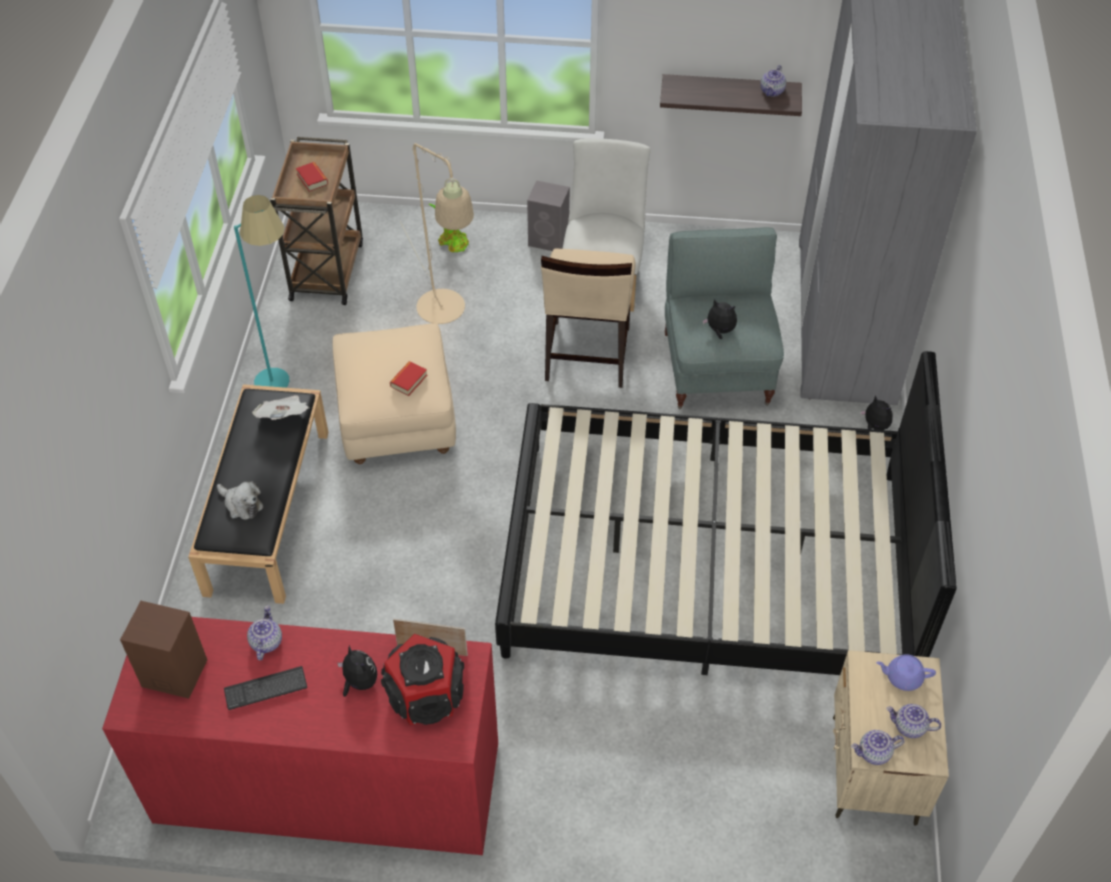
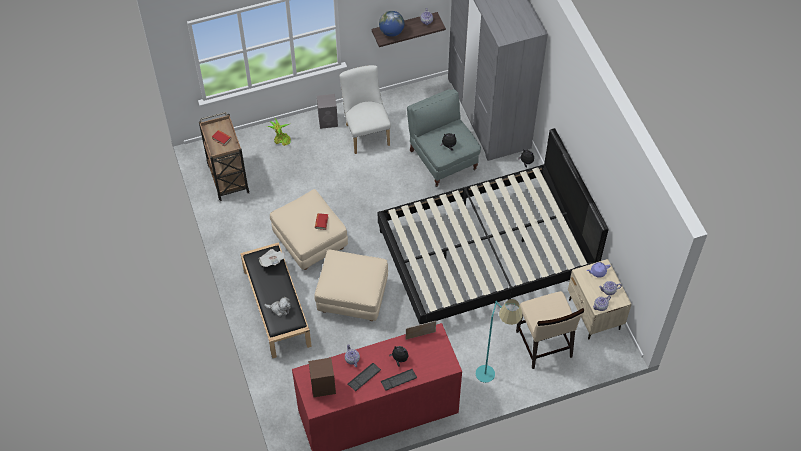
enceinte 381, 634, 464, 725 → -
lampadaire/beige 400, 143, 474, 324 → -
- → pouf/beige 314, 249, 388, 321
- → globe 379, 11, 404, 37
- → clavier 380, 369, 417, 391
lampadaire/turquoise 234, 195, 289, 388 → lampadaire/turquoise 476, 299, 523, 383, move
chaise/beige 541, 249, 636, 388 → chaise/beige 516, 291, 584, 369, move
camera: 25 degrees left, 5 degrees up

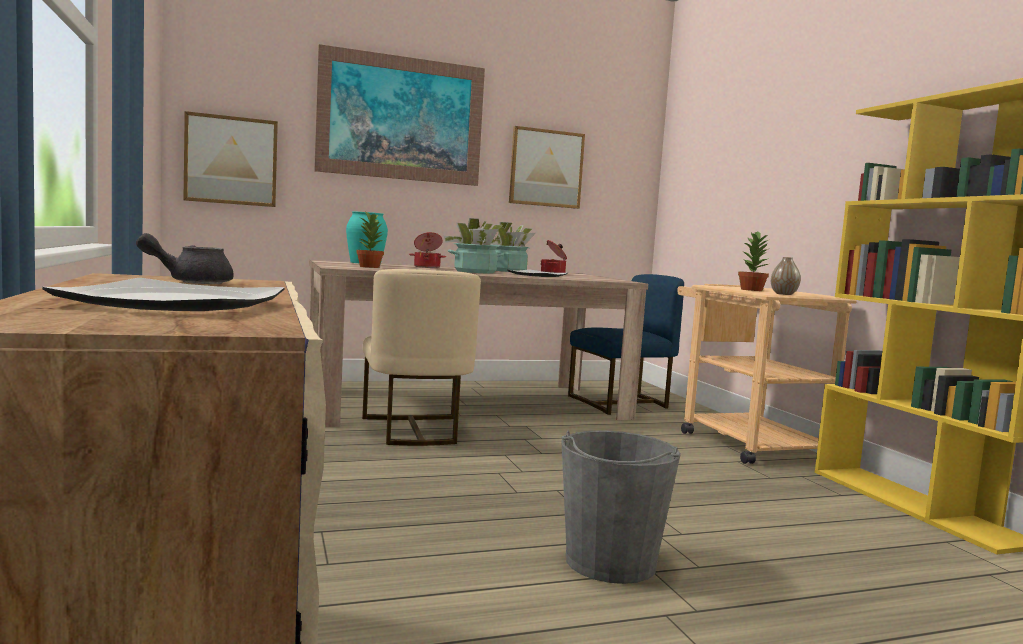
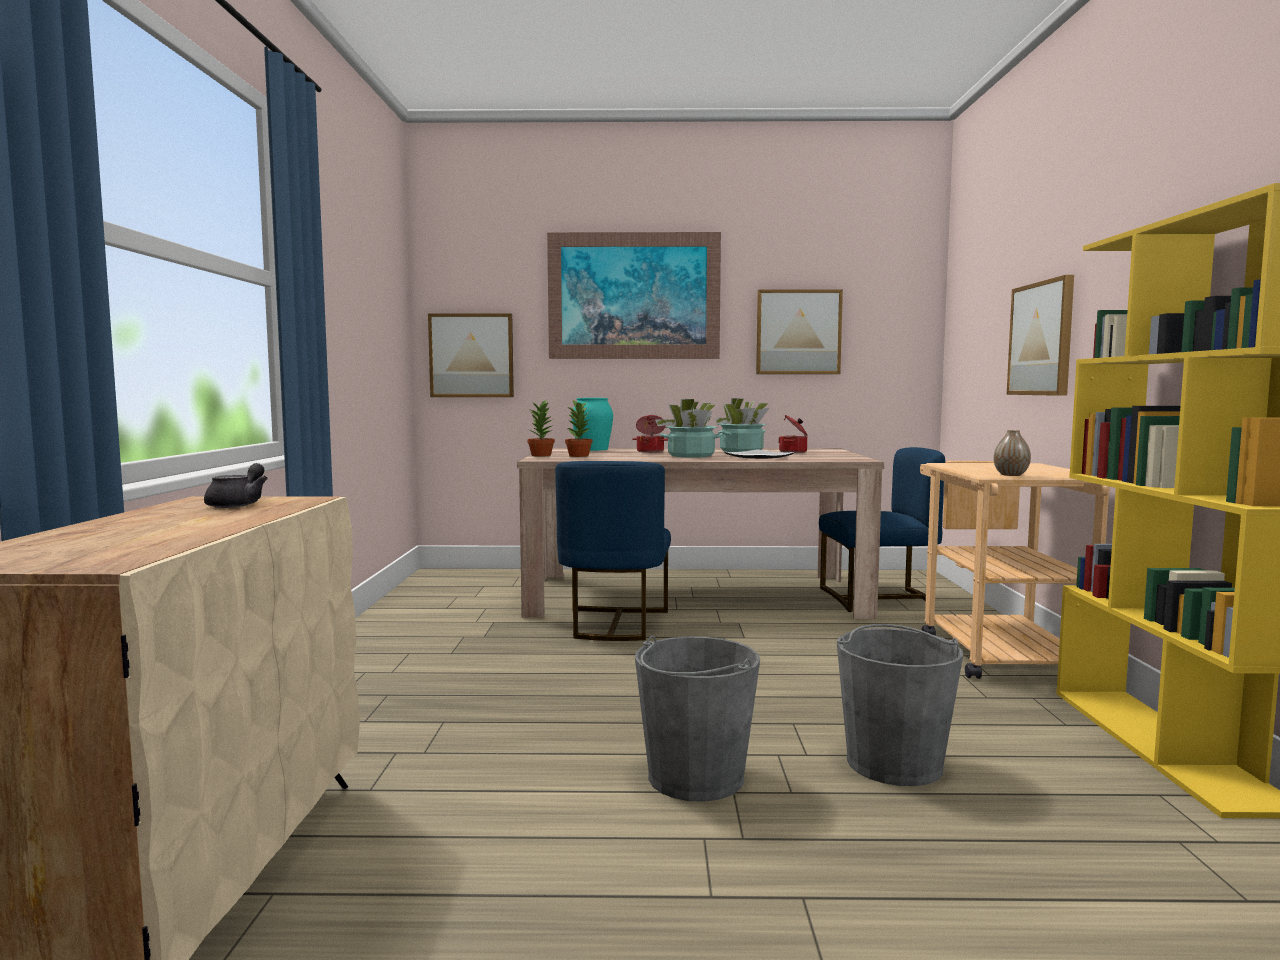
assiette 42, 278, 285, 311 → -
- → seau/gris 837, 624, 963, 786
- → tableau 1007, 275, 1074, 396
plante en pot 738, 231, 770, 291 → plante en pot 527, 399, 555, 457, move
chaise/beige 362, 269, 481, 446 → chaise/bleu 555, 461, 671, 641
théière/gris 136, 233, 234, 284 → théière/gris 204, 463, 268, 508, 105 degrees clockwise
camera: 20 degrees right, 0 degrees up

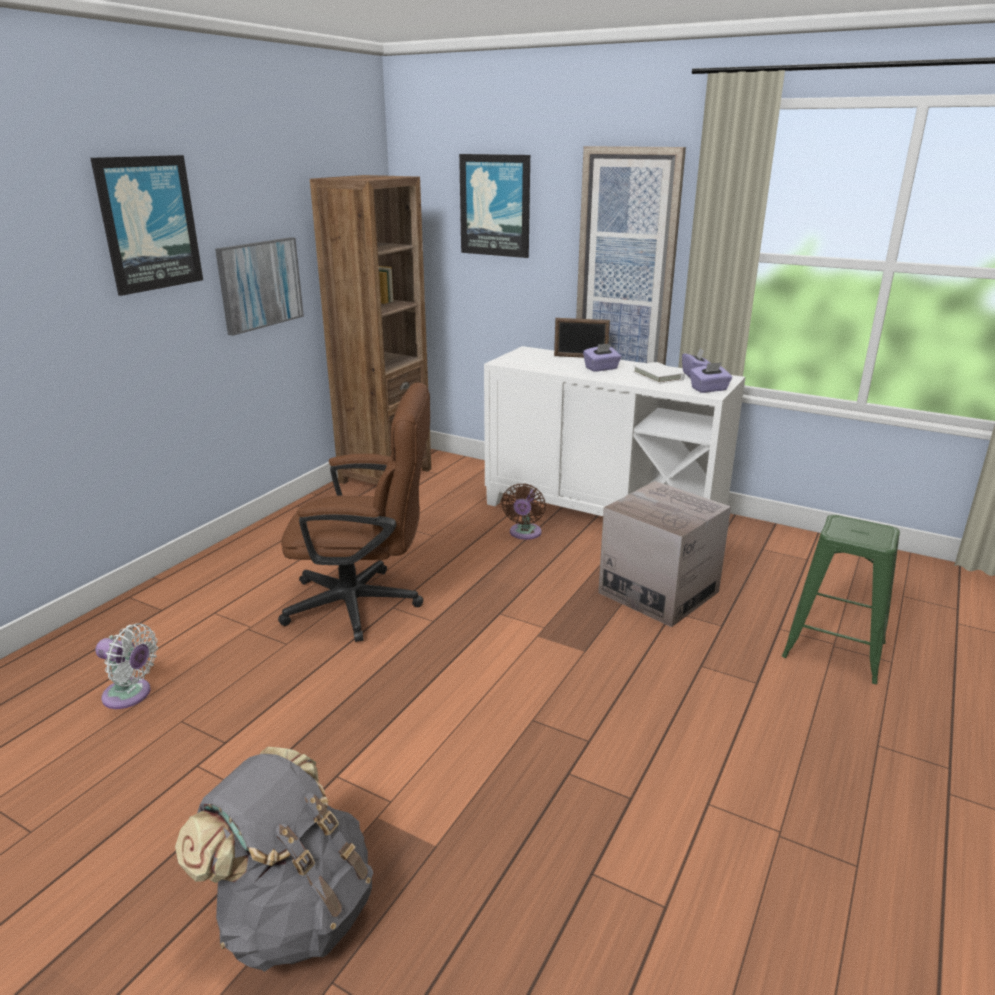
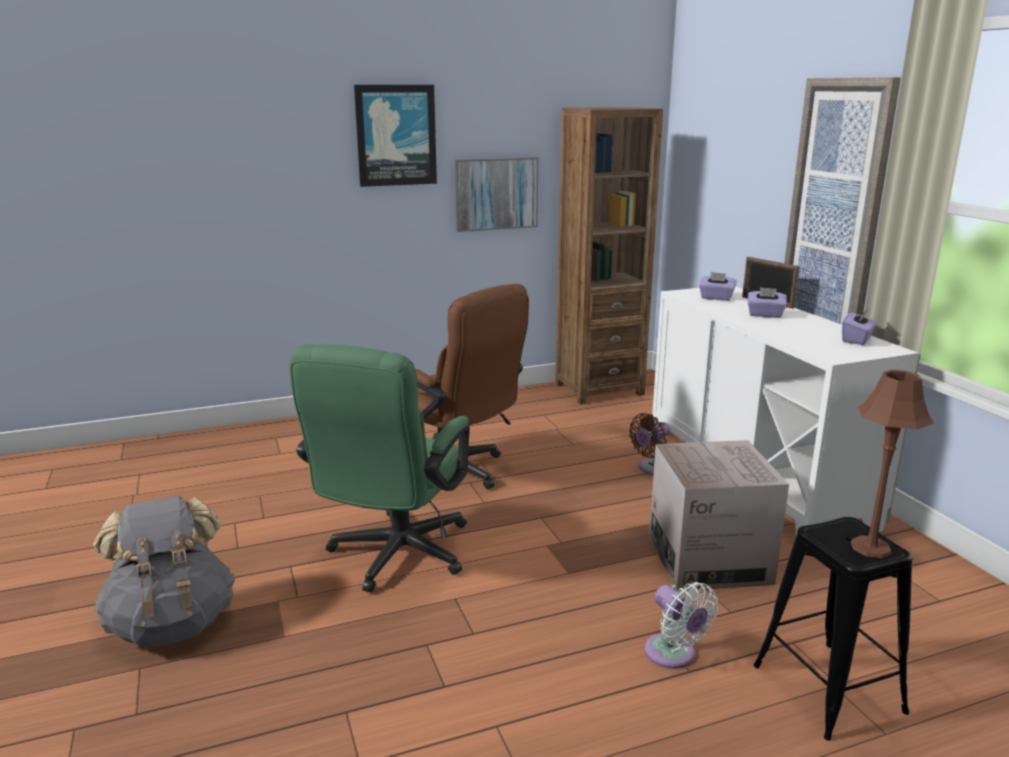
tableau 459, 154, 530, 258 → -
livre/blanc 632, 362, 685, 384 → -
- → chaise de bureau/vert 289, 344, 470, 592
- → lampe de table/marron 851, 370, 934, 558
ventilateur/blanc 95, 623, 158, 709 → ventilateur/blanc 645, 582, 718, 669, move
boîte à mouchoirs/violet 690, 362, 732, 393 → boîte à mouchoirs/violet 699, 272, 737, 301, move
tabouret/vert 782, 515, 900, 684 → tabouret/noir 754, 517, 912, 741
camera: 40 degrees right, 5 degrees down

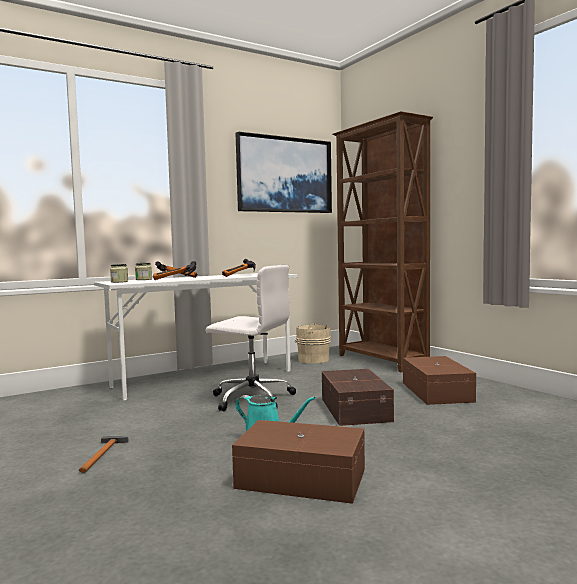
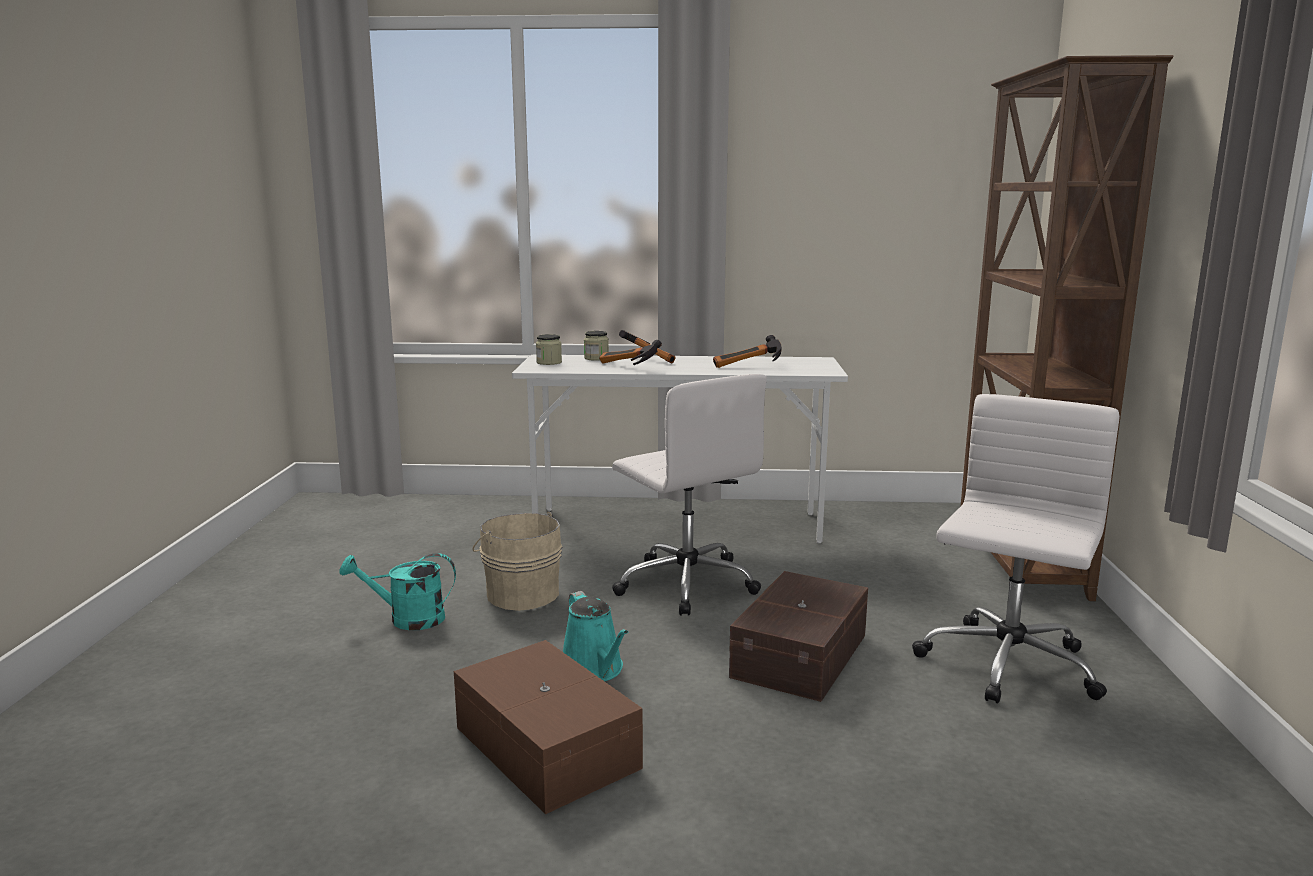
tableau 236, 132, 332, 213 → -
seau/beige 295, 322, 331, 363 → seau/beige 472, 511, 562, 611, move
marteau 79, 436, 129, 473 → arrosoir/turquoise 340, 553, 456, 630
boîte de rangement/marron 403, 356, 476, 405 → chaise de bureau/blanc 912, 394, 1120, 704
camera: 35 degrees right, 10 degrees up

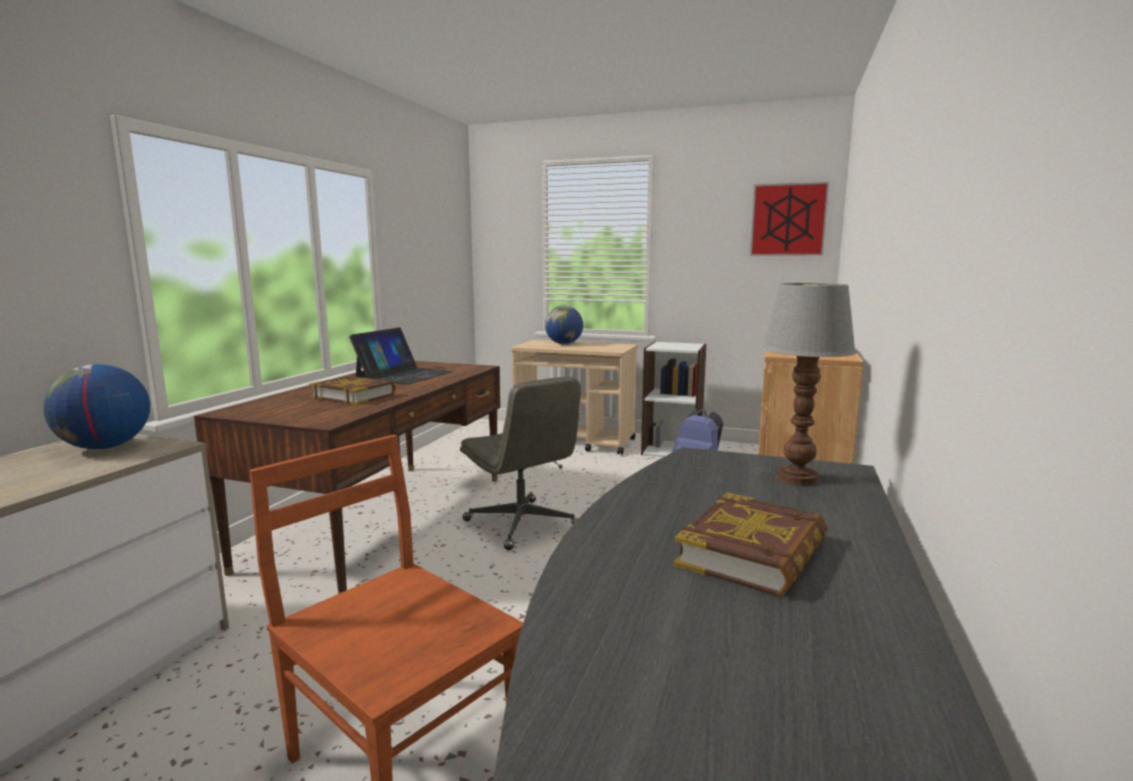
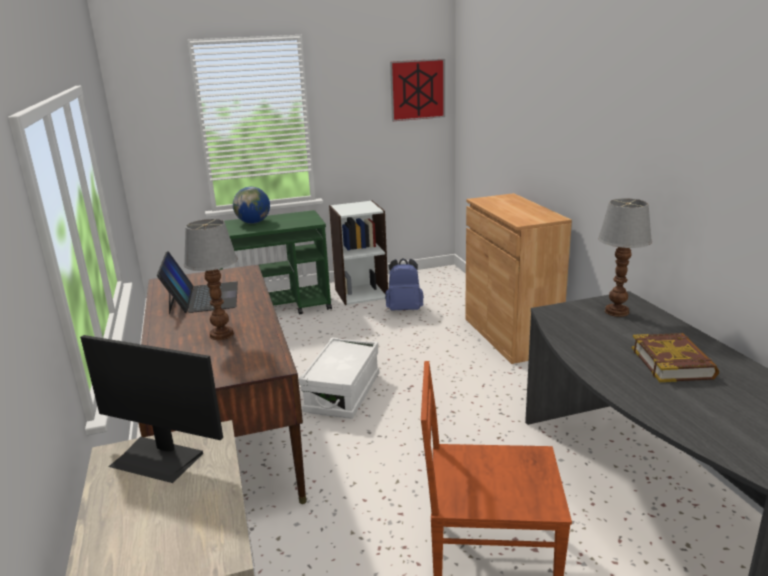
globe 43, 364, 150, 449 → écran d'ordinateur 80, 335, 223, 483
livre 309, 376, 396, 405 → lampe de table 184, 219, 238, 340
chaise de bureau/gris 460, 377, 581, 550 → boîte de rangement/blanc 299, 338, 379, 419
chariot/beige 511, 340, 638, 455 → chariot/vert 219, 210, 332, 314
camera: 35 degrees left, 10 degrees up

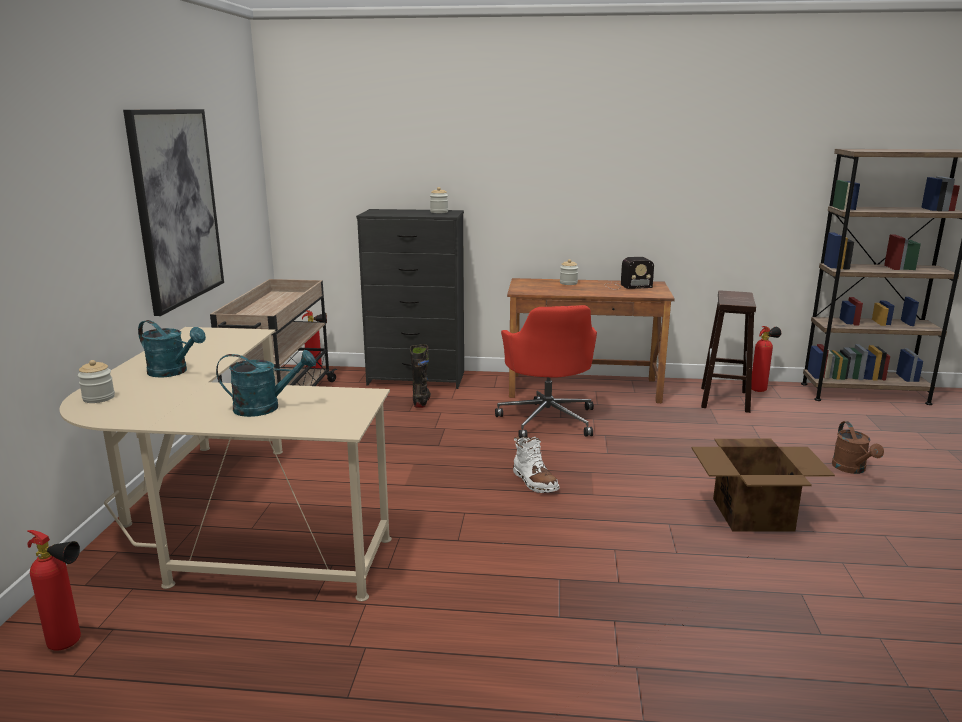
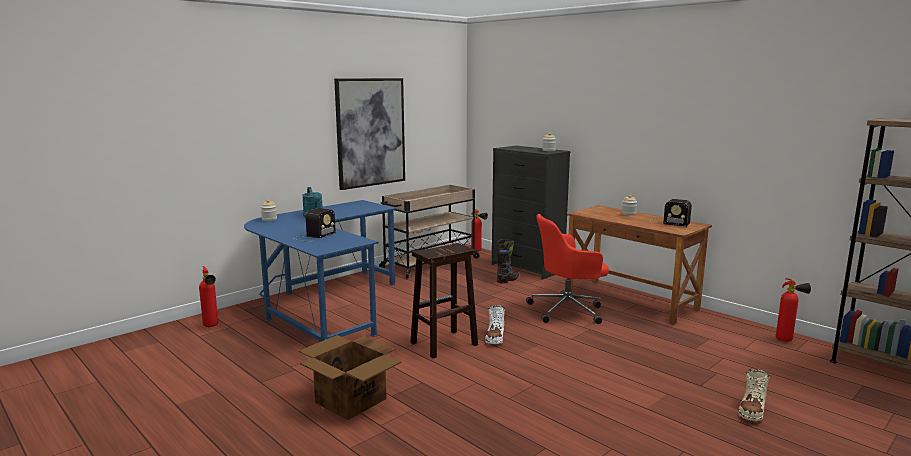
carton 692, 439, 835, 532 → carton 299, 335, 402, 420, move
tabouret/marron 701, 290, 756, 413 → tabouret/marron 410, 243, 478, 358, move
arrosoir/turquoise 216, 350, 316, 417 → radio 293, 208, 336, 241
arrosoir/marron 832, 421, 884, 474 → botte/beige 738, 368, 770, 421
bureau/beige 60, 327, 392, 601 → bureau/bleu 244, 200, 396, 341
chaise de bureau/rouge 495, 305, 597, 438 → chaise de bureau/rouge 526, 214, 609, 324, 45 degrees clockwise
camera: 40 degrees right, 5 degrees down

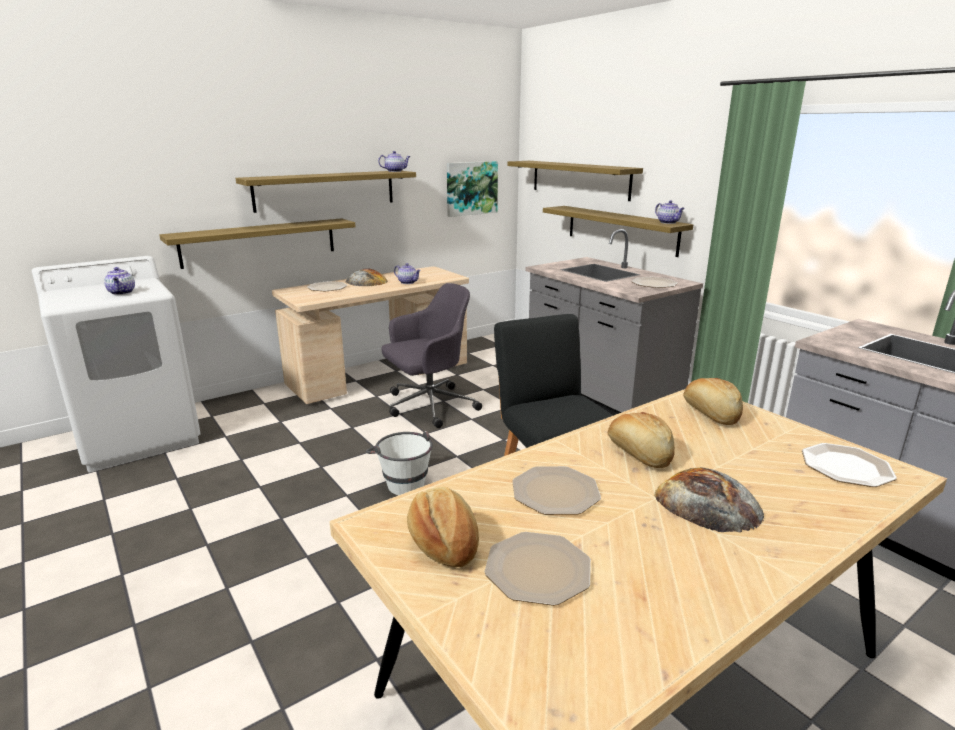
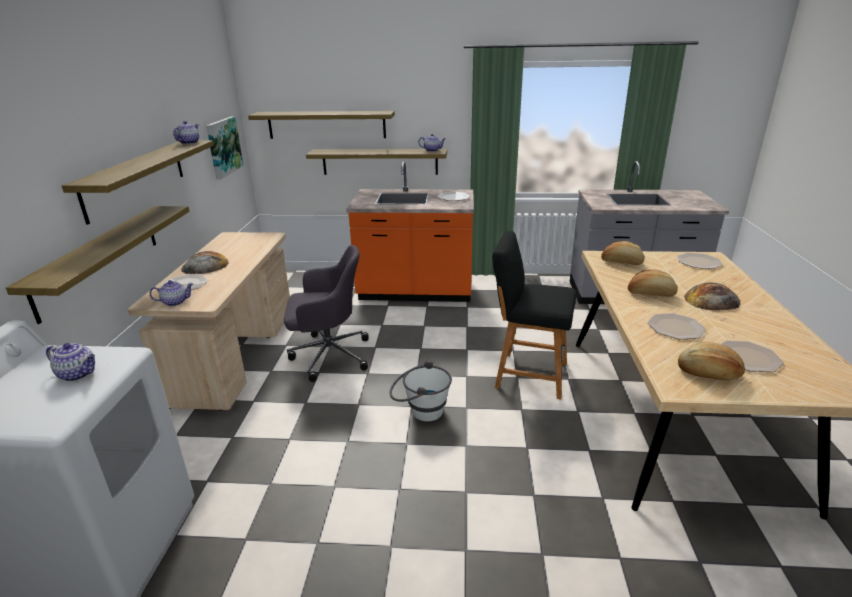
théière 394, 263, 421, 284 → théière 150, 280, 194, 306, move
comptoir de cuisine/gris 526, 229, 703, 416 → comptoir de cuisine/orange 346, 162, 474, 302
chaise de bureau/gris 381, 283, 482, 428 → chaise de bureau/gris 284, 245, 369, 382, 75 degrees clockwise
camera: 50 degrees left, 5 degrees up

